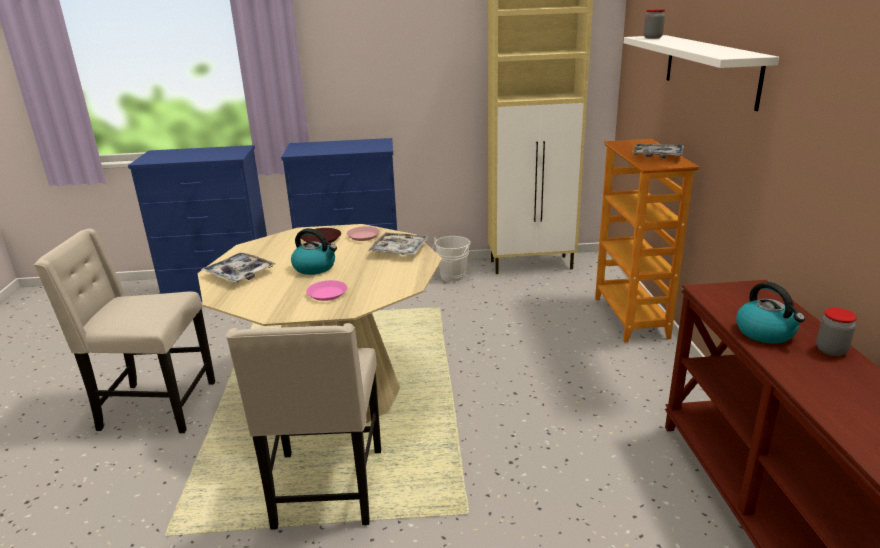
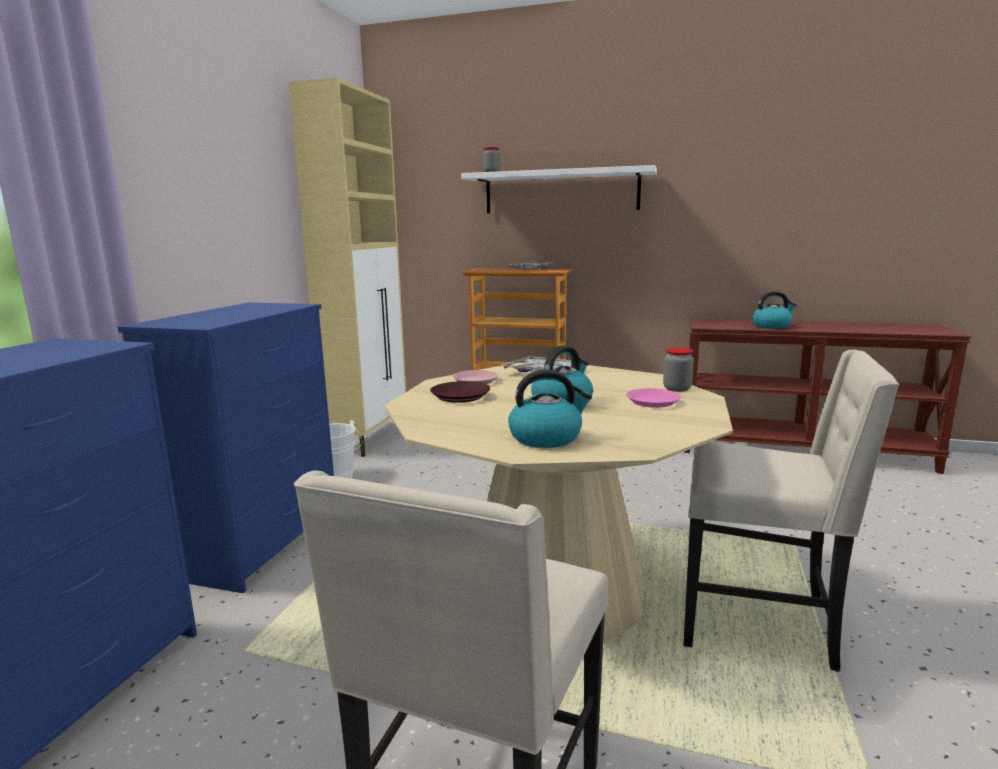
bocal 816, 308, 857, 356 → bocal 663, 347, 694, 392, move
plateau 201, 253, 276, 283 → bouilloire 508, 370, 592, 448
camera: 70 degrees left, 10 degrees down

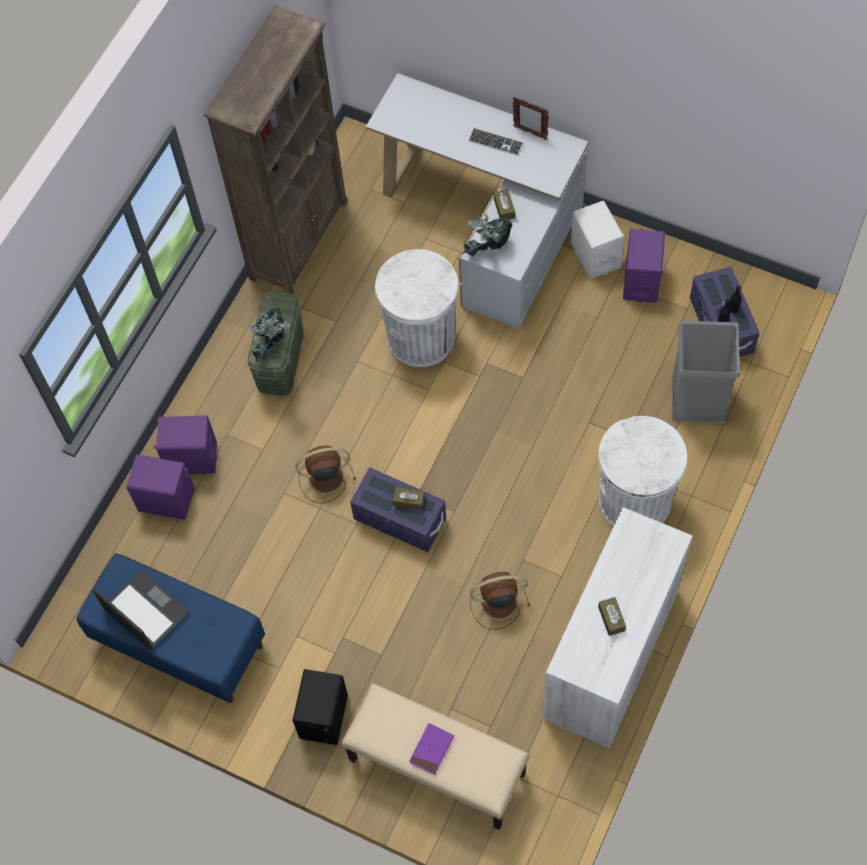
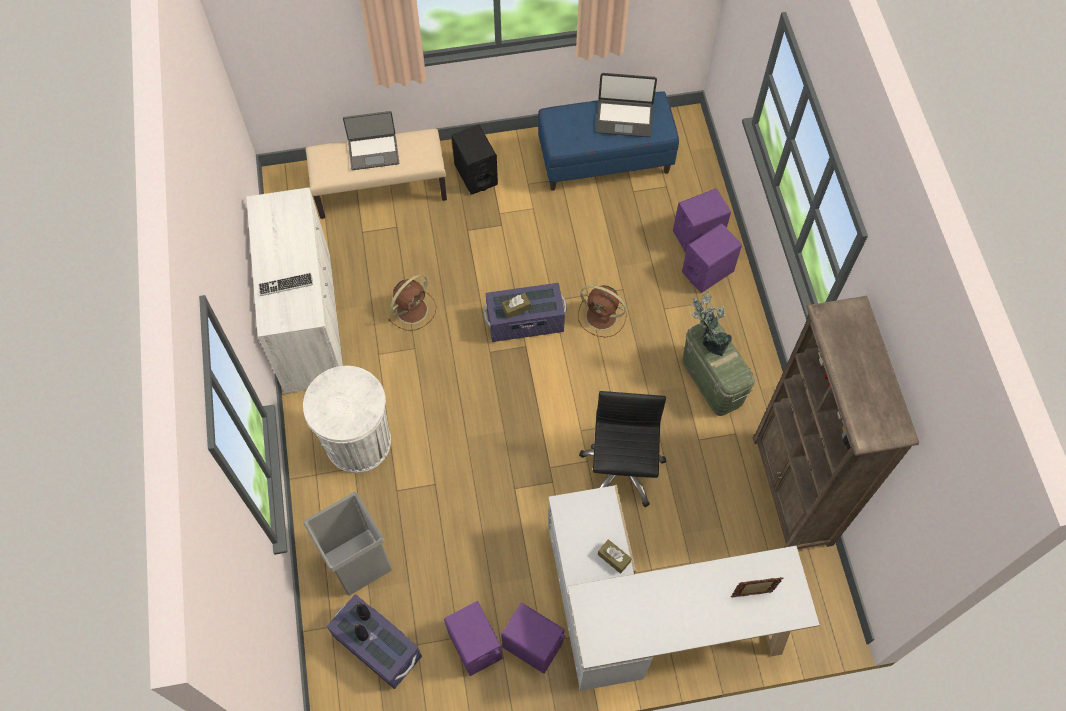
plante en pot 462, 213, 512, 257 → -
boîte à mouchoirs/marron 598, 597, 626, 636 → -
clavier 468, 128, 523, 156 → clavier 258, 273, 313, 296, move
cadre photo 513, 97, 549, 140 → cadre photo 731, 577, 784, 597, move
poubelle/blanc 375, 249, 459, 367 → chaise de bureau/noir 579, 391, 666, 507
livre/violet 409, 723, 454, 775 → ordinateur portable 343, 111, 399, 170
enceinte/blanc 571, 201, 625, 279 → enceinte/violet 501, 602, 565, 674
ventilateur/marron 295, 445, 356, 504 → ventilateur/marron 578, 285, 627, 337, 75 degrees clockwise
camera: 140 degrees right, 0 degrees up

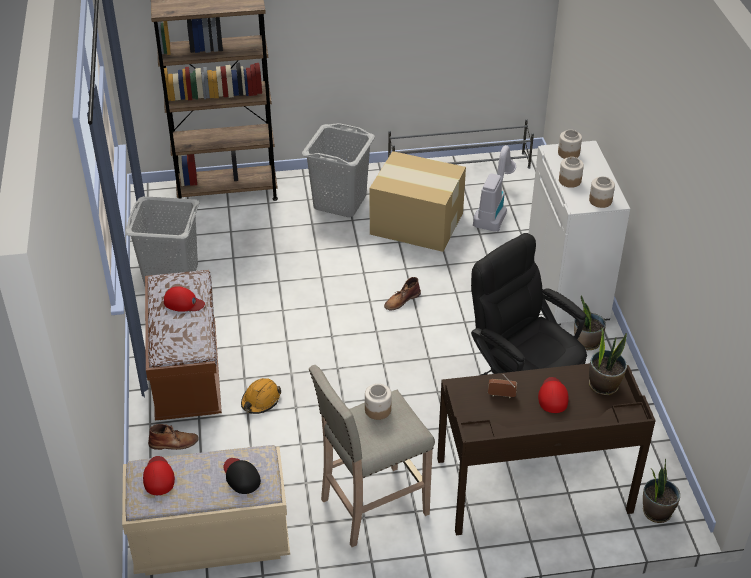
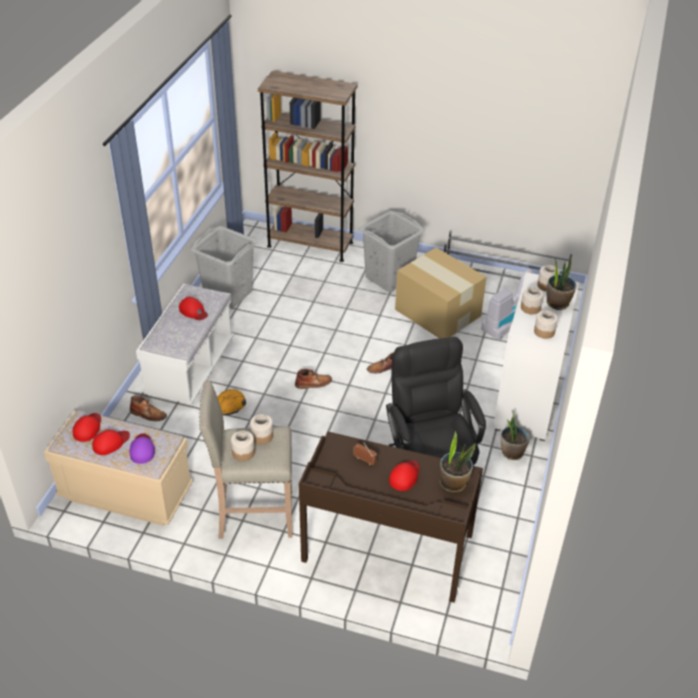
- → casquette/rouge 92, 430, 130, 455
- → bocal 231, 430, 255, 461
- → botte/marron 295, 369, 332, 389
plante en pot 643, 458, 680, 523 → plante en pot 546, 256, 576, 310, move
banc/marron 145, 270, 222, 420 → banc/blanc 136, 284, 234, 405
casquette/noir 223, 458, 261, 494 → casquette/violet 130, 433, 155, 464
camera: 25 degrees right, 0 degrees up

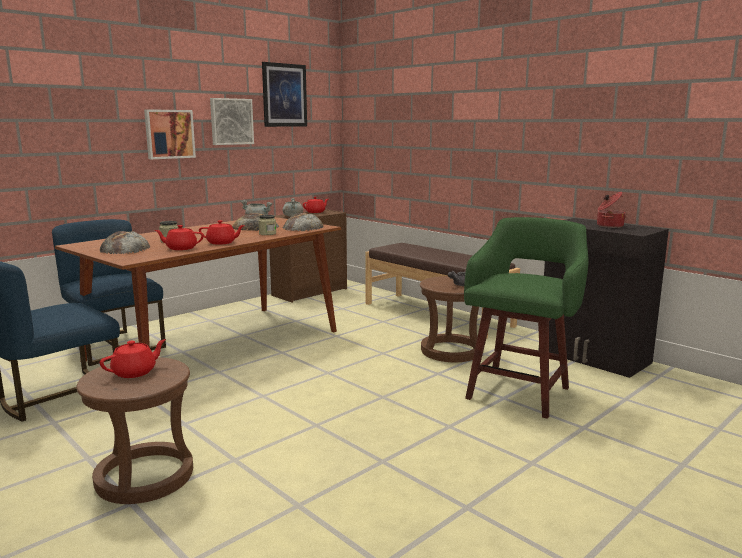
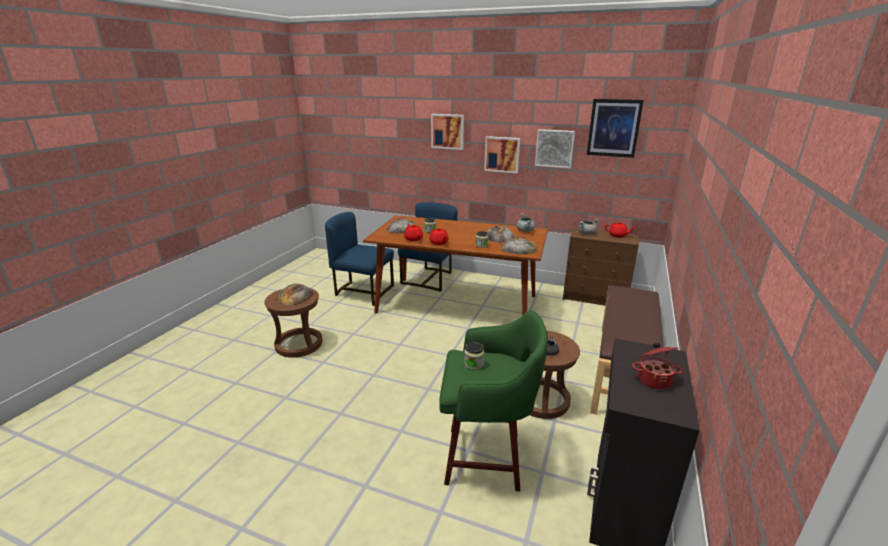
- → tableau 431, 114, 464, 150
- → bocal 464, 342, 484, 370
théière/rouge 100, 339, 166, 378 → pain 278, 283, 314, 306
camera: 65 degrees right, 10 degrees up

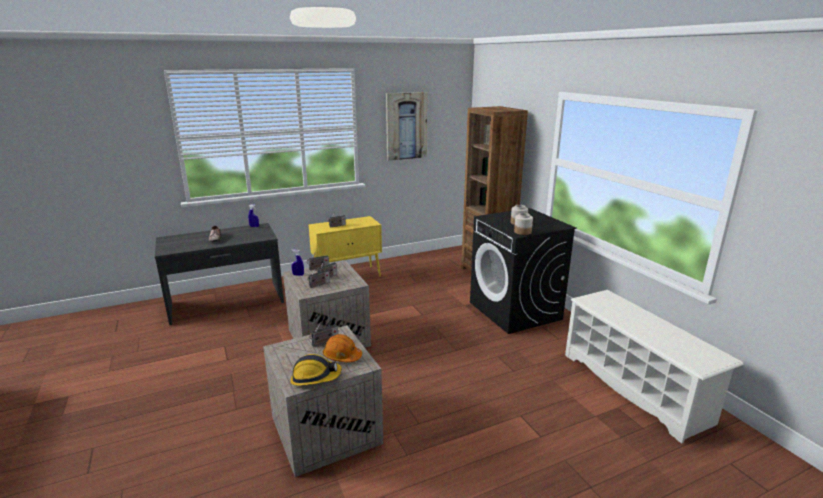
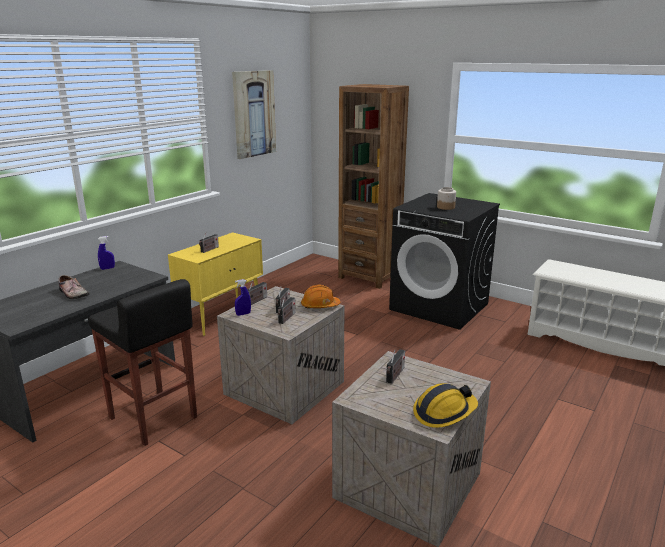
bocal 514, 213, 533, 235 → -
- → tabouret/noir 88, 279, 197, 446
casque de chantier/orange 323, 334, 362, 362 → casque de chantier/orange 301, 285, 341, 308, move
camera: 30 degrees left, 0 degrees up

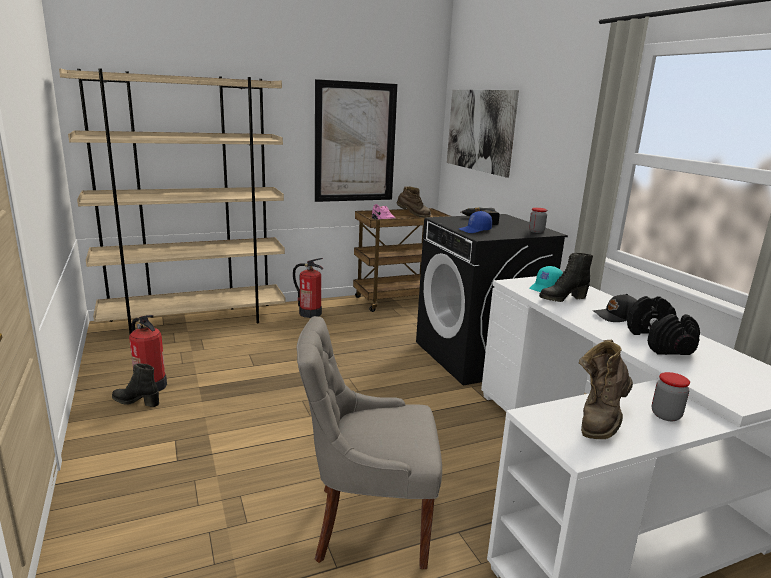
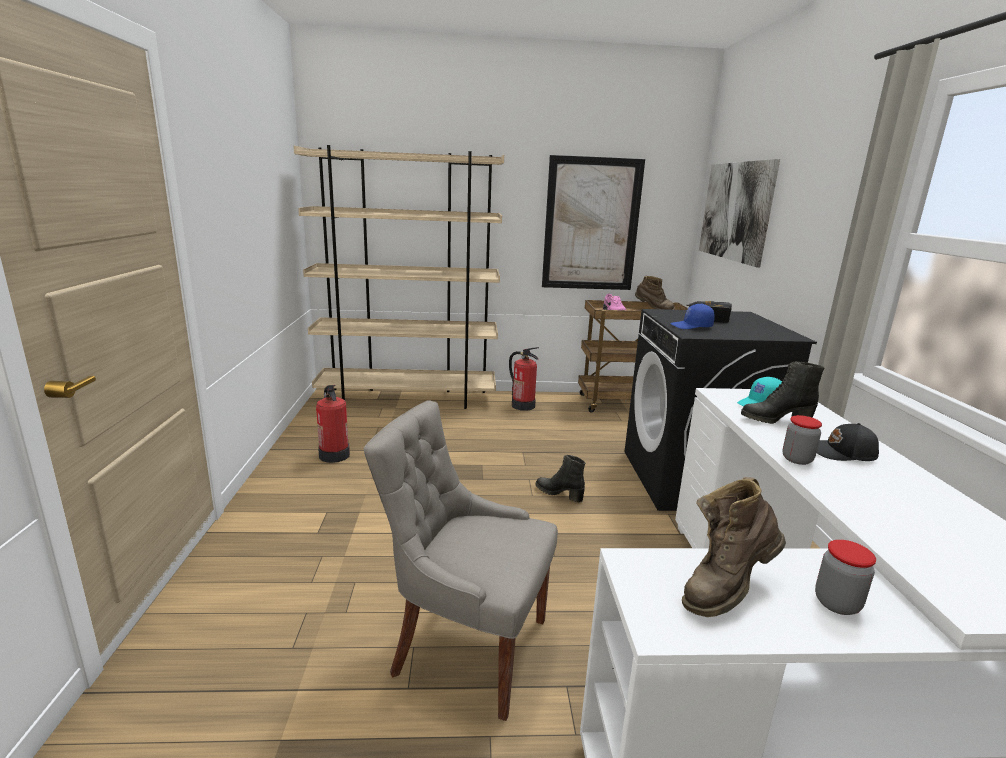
haltère/noir 627, 296, 700, 355 → -
botte/noir 112, 363, 159, 407 → botte/noir 536, 455, 586, 502, move
bocal 529, 208, 547, 233 → bocal 782, 415, 822, 465, move
camera: 20 degrees right, 0 degrees up

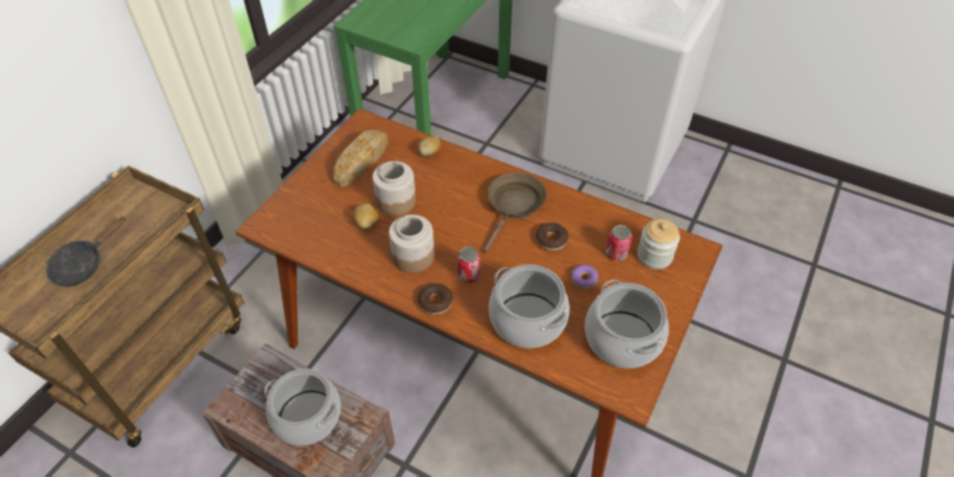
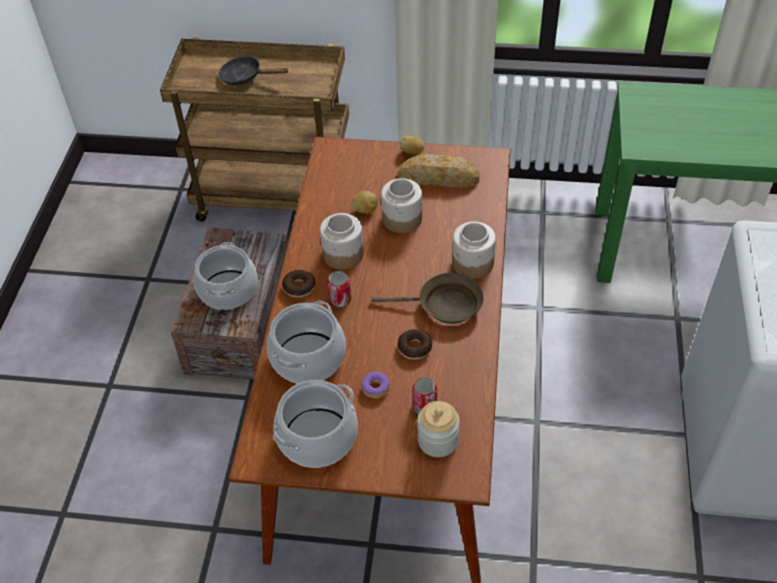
- → bocal 452, 222, 496, 279
pomme de terre 418, 136, 441, 157 → pomme de terre 400, 136, 424, 155, move
camera: 70 degrees right, 0 degrees up

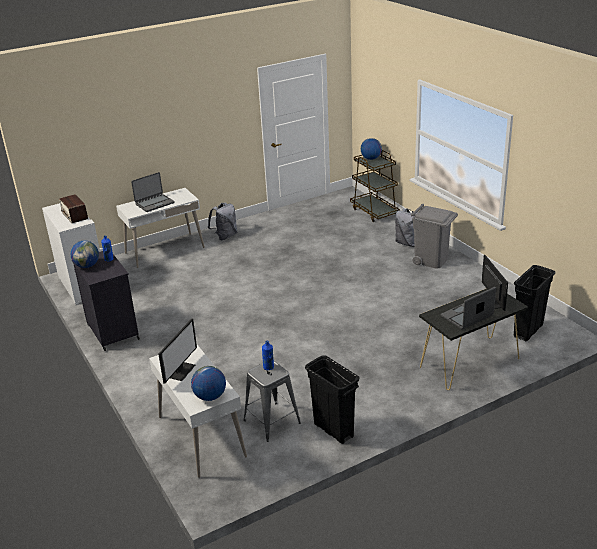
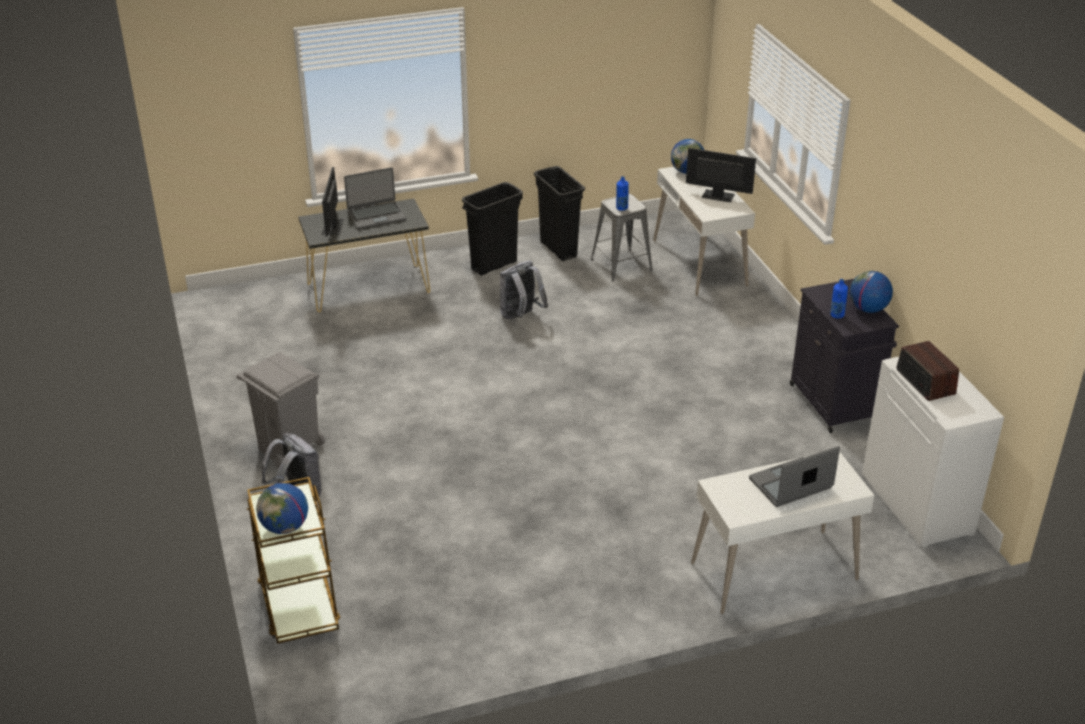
sac à dos/gris 208, 203, 237, 240 → sac à dos/gris 500, 261, 548, 319, move
poubelle/noir 514, 265, 555, 341 → poubelle/noir 462, 182, 523, 276, move
écran d'ordinateur 158, 318, 197, 384 → écran d'ordinateur 686, 148, 756, 203, 75 degrees clockwise
camera: 170 degrees left, 5 degrees up

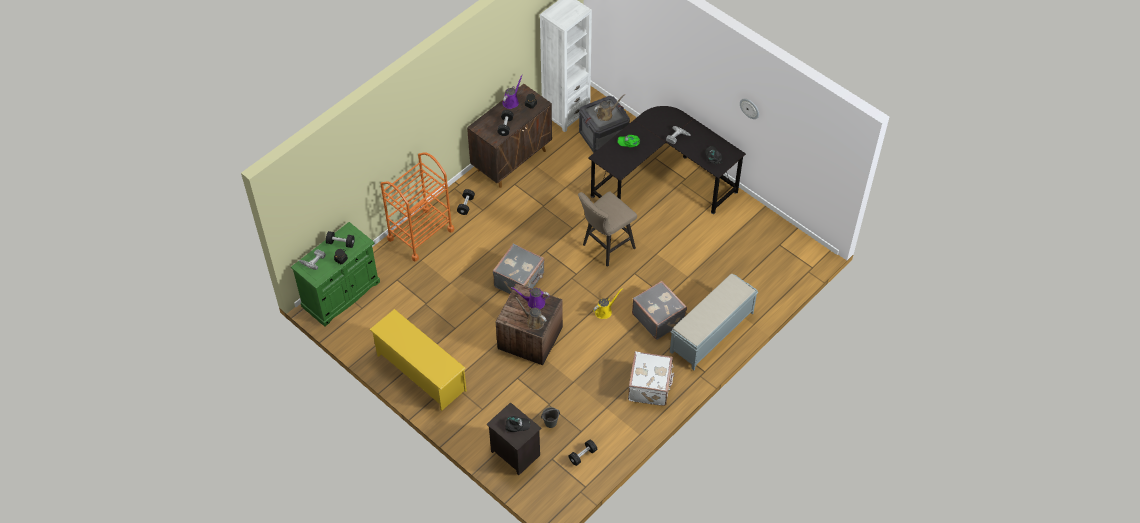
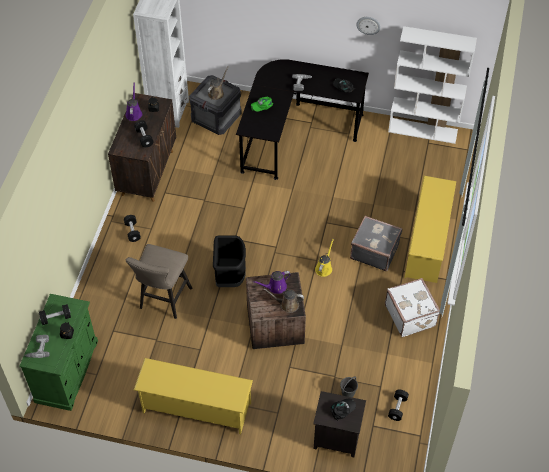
chariot/orange 381, 152, 454, 262 → -
- → bibliothèque/blanc 388, 26, 477, 144
tabouret/beige 578, 191, 637, 267 → tabouret/beige 126, 244, 192, 319, move
valise/gris 493, 243, 545, 294 → poubelle/noir 213, 235, 246, 287
banc/gris 670, 274, 758, 370 → étagère à chaussures/jaune 404, 176, 456, 283
camera: 30 degrees left, 0 degrees up

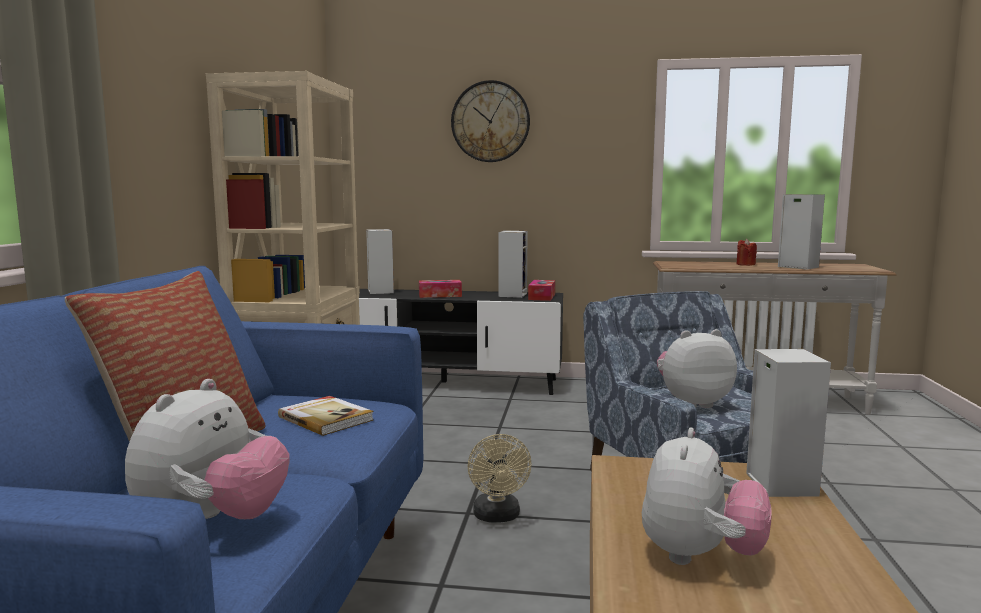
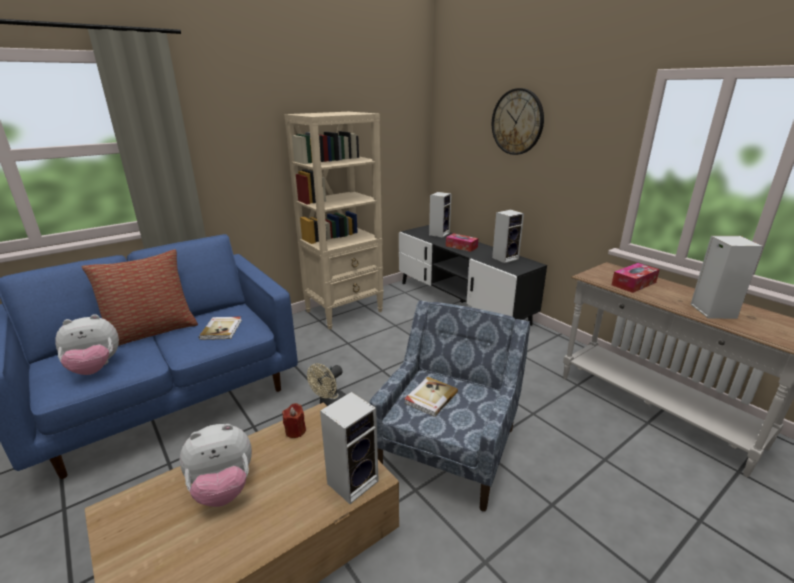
boîte à mouchoirs 528, 280, 555, 301 → boîte à mouchoirs 612, 263, 660, 293, move
bougie/rouge 737, 239, 757, 266 → bougie/rouge 282, 403, 306, 438, move
peluche 657, 329, 737, 408 → livre 404, 377, 458, 417
camera: 45 degrees right, 15 degrees up

